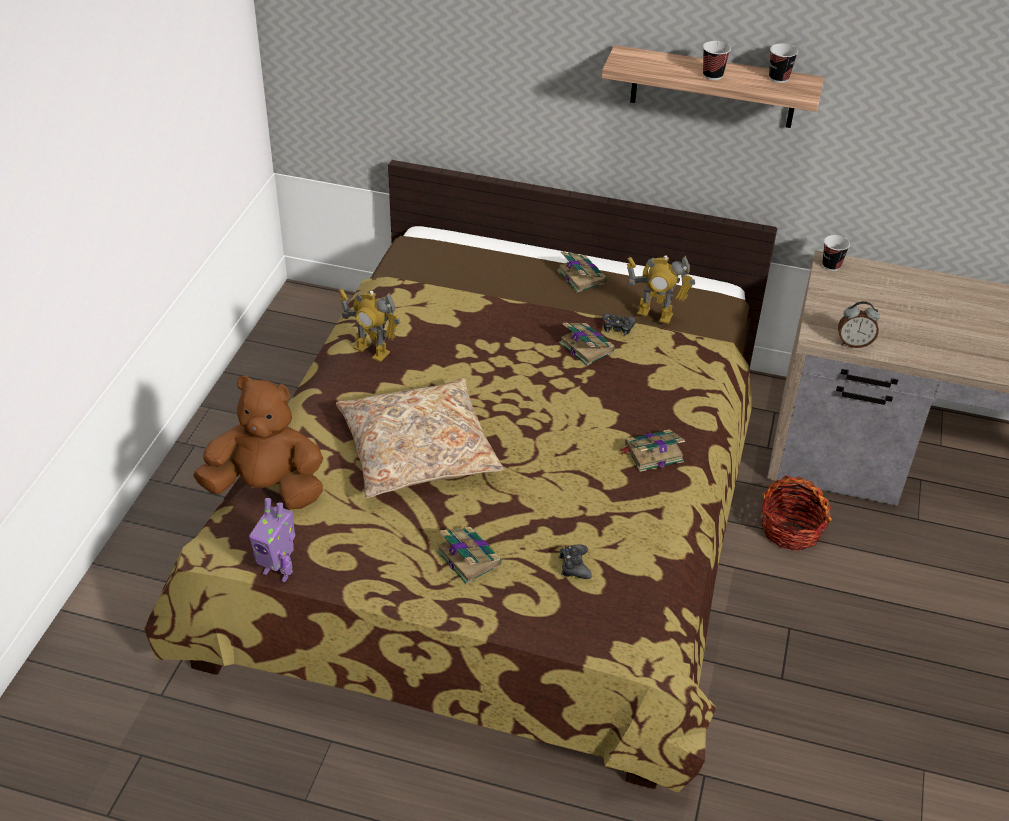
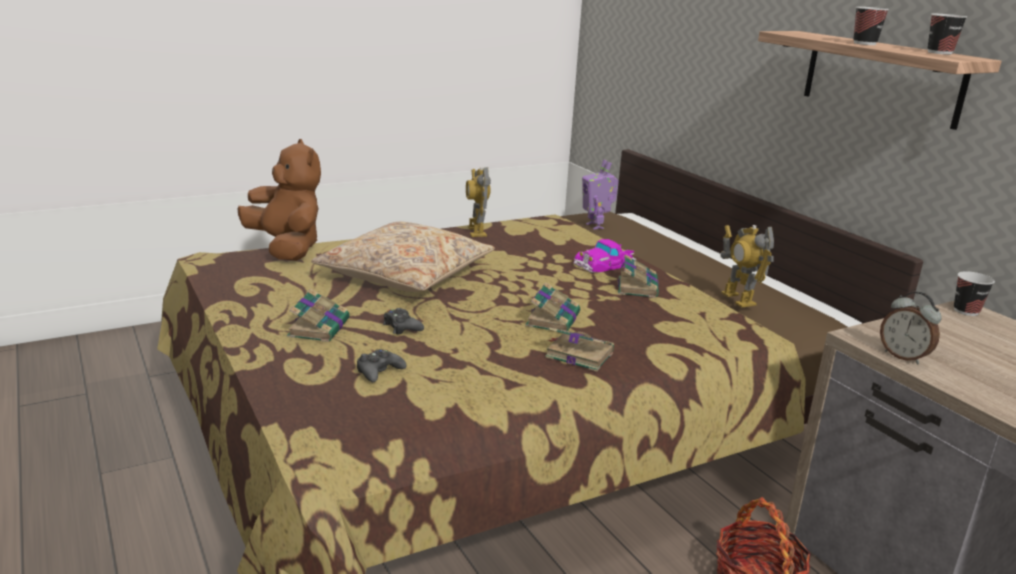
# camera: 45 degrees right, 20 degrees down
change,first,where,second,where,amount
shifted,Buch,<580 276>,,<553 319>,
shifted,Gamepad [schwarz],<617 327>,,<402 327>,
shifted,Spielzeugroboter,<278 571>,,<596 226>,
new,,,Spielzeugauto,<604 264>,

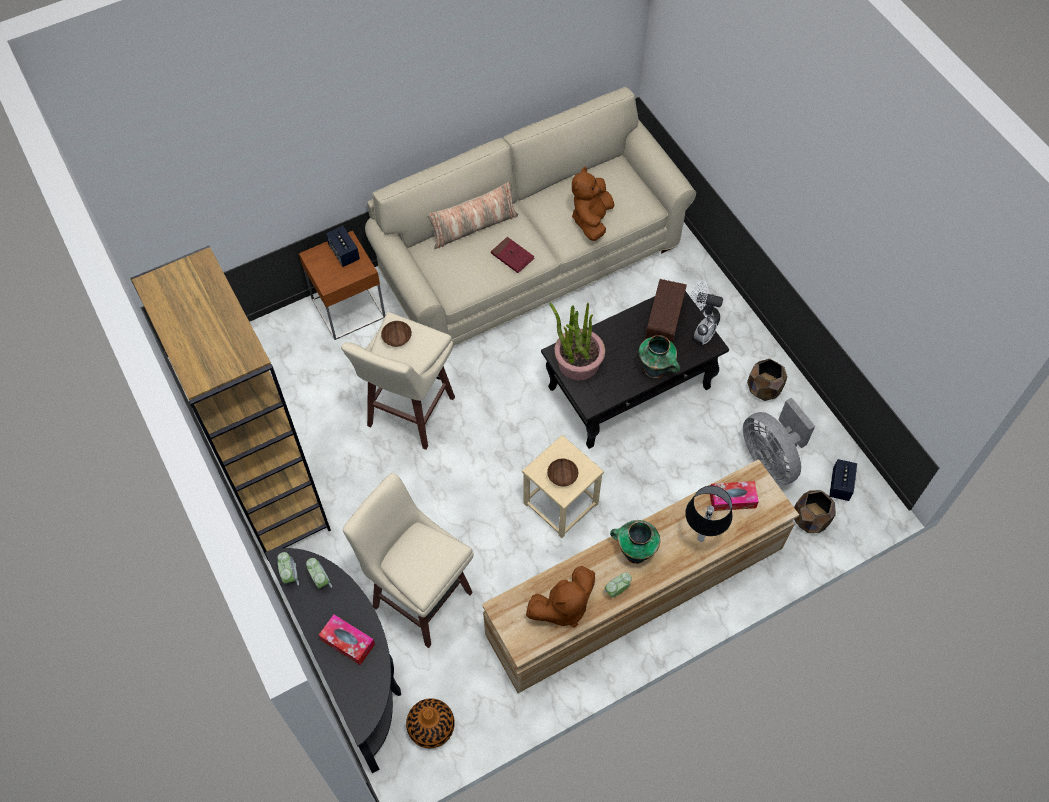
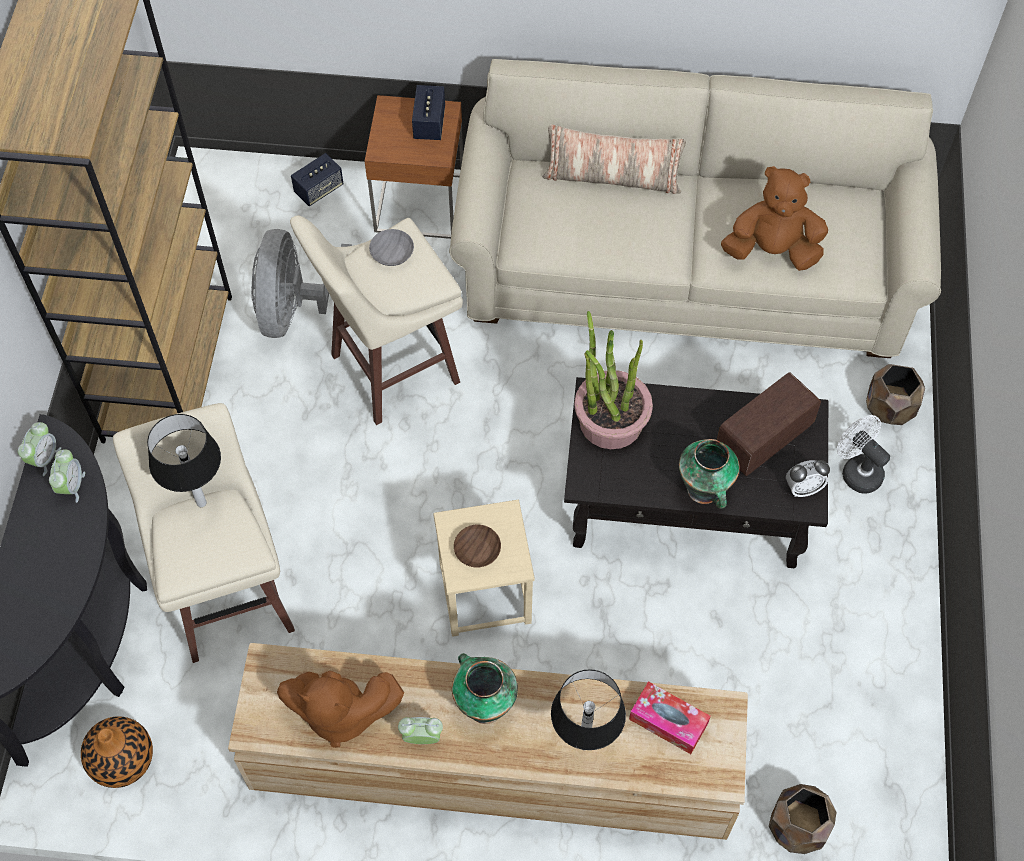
# camera: 35 degrees right, 0 degrees up
change,first,where,second,where,amount
rotated,Plüschtier [braun],<591 220>,,<772 250>,45 degrees clockwise
gone,Buch [rot],<512 256>,,,
repainted,Schüssel [braun],<397 338>,Schüssel [grau],<391 254>,
shifted,Pflanzkübel [braun],<764 389>,,<889 409>,
shifted,Ventilator [grau],<771 459>,,<297 311>,
shifted,Lautsprecher,<840 485>,,<319 189>,
gone,Taschentuchbox,<348 642>,,,
new,,,Tischlampe,<201 502>,

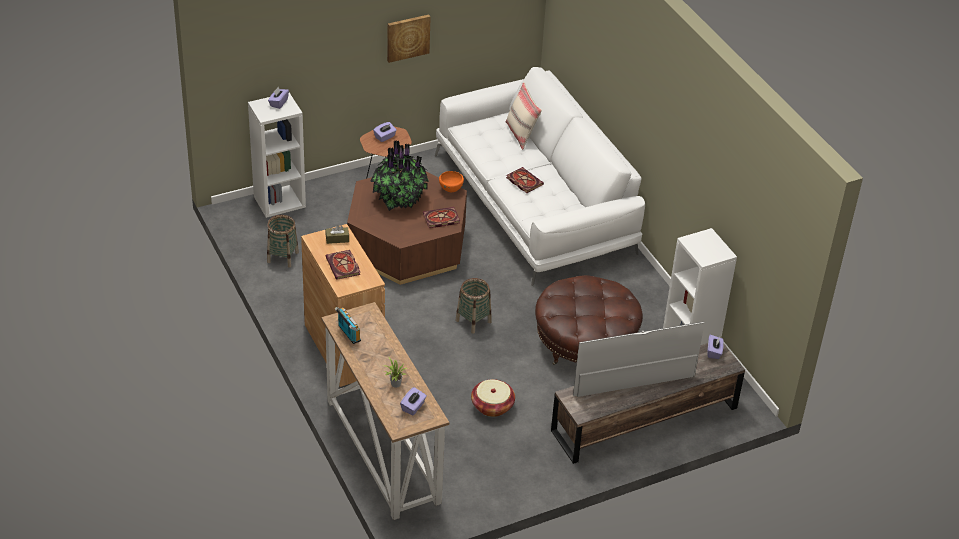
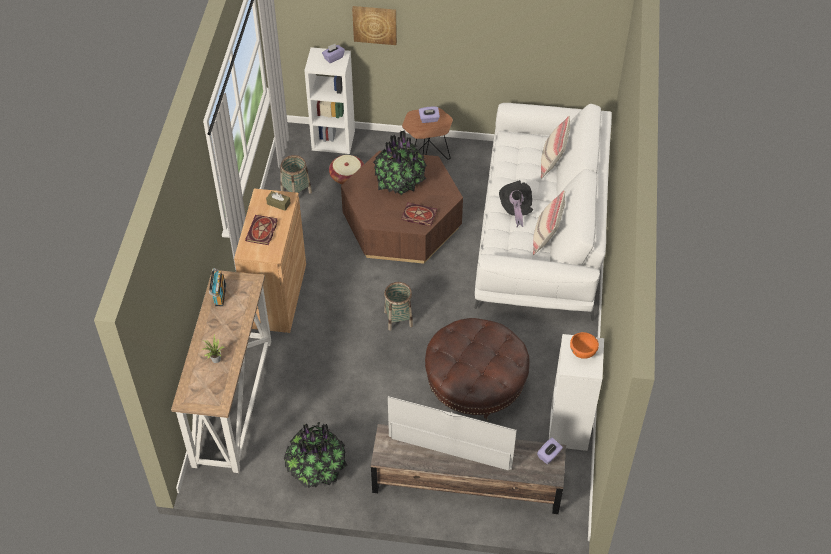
# camera: 35 degrees right, 10 degrees up
change,first,where,second,where,amount
shifted,Bild,<407 37>,,<375 24>,
swapped,Buch,<523 181>,Hut [schwarz],<516 209>,
shifted,Schüssel [orange],<451 190>,,<583 353>,
shifted,Korb,<492 406>,,<347 177>,
gone,Taschentuchbox [lila],<413 407>,,,
new,,,Kissen [beige],<546 238>,
new,,,Topfpflanze,<316 471>,

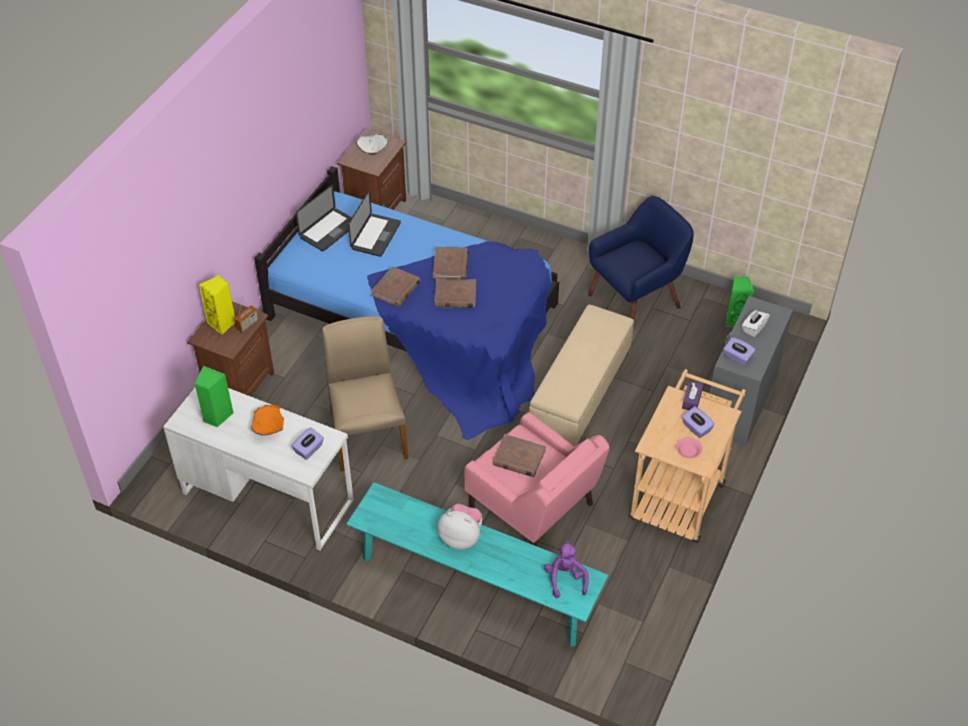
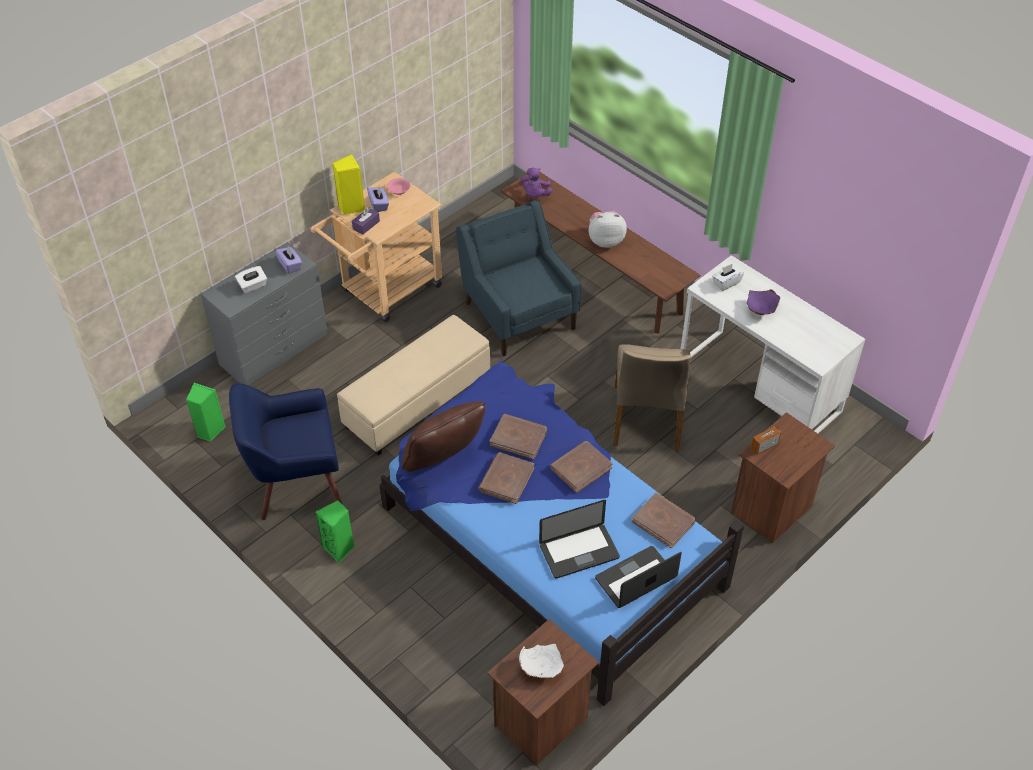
# camera: 160 degrees left, 0 degrees up
change,first,where,second,where,amount
rotated,Laptop,<376 236>,,<579 552>,150 degrees counterclockwise
shifted,Lautsprecher [gelb],<223 323>,,<351 207>,
shifted,Lautsprecher [grün],<216 416>,,<339 548>,
repainted,Schüssel [orange],<268 428>,Schüssel [lila],<761 310>,
repainted,Sessel [rosa],<533 508>,Sessel [blau],<519 313>,
repainted,Taschentuchbox [lila],<309 449>,Taschentuchbox [weiß],<726 283>,
shifted,Buch [braun],<519 458>,,<663 521>,
repainted,Bank [türkis],<475 585>,Bank [braun],<594 272>,
rotated,Plüschtier,<461 537>,,<605 241>,135 degrees clockwise
new,,,Kissen [braun],<444 461>,

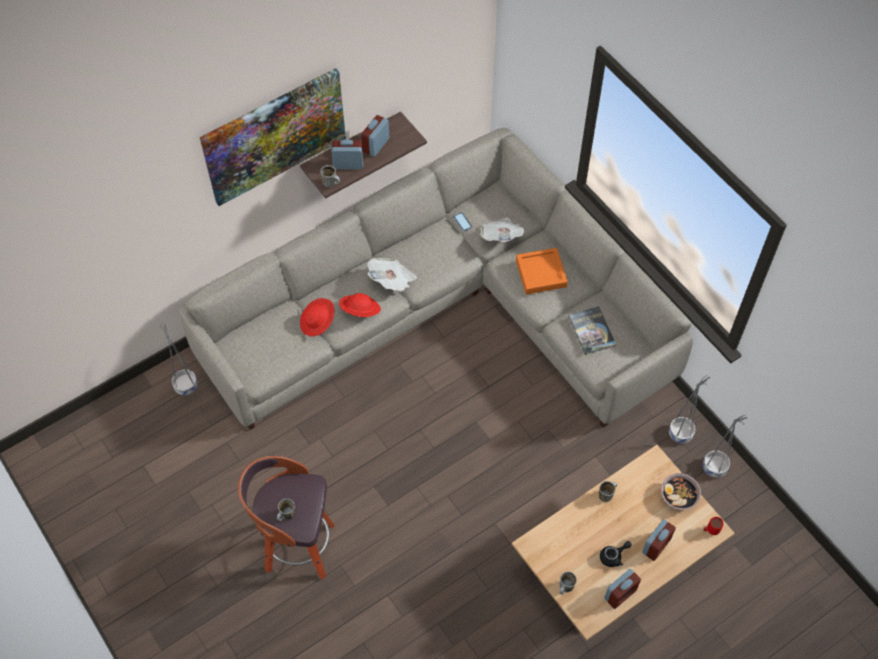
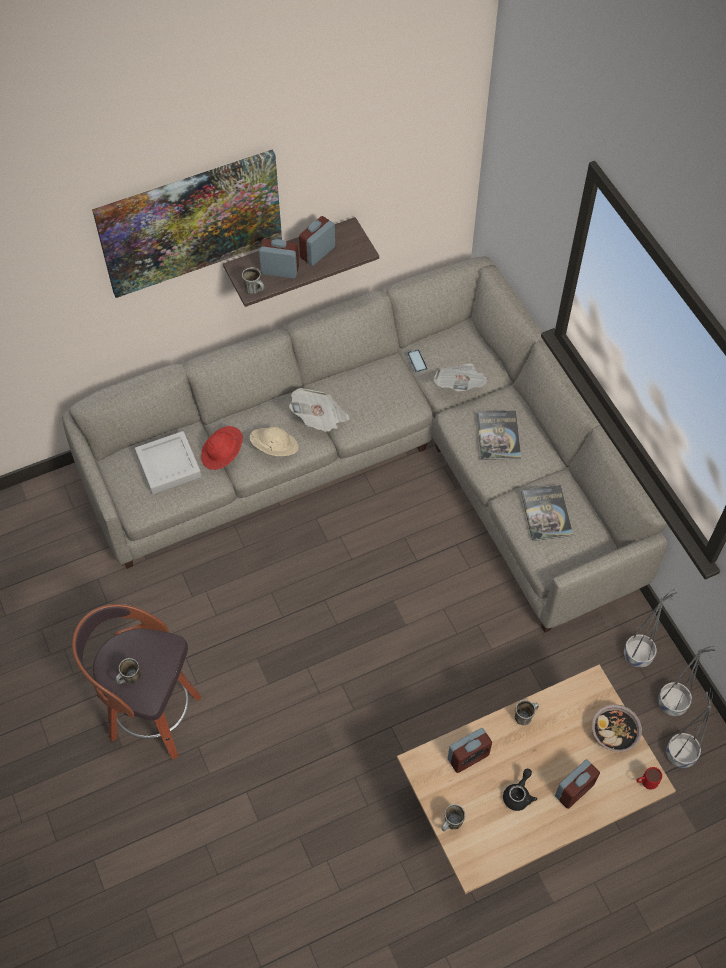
# camera: 10 degrees right, 0 degrees up
change,first,where,second,where,amount
swapped,Tablett [orange],<541 273>,Buch,<498 436>,
repainted,Hut [rot],<359 311>,Hut [beige],<274 448>,
shifted,Pflanzkübel [grau],<185 385>,,<680 753>,
rotated,Teekanne [schwarz],<613 556>,,<518 794>,45 degrees counterclockwise
shifted,Wecker,<620 594>,,<468 757>,
new,,,Tablett [grau],<168 465>,

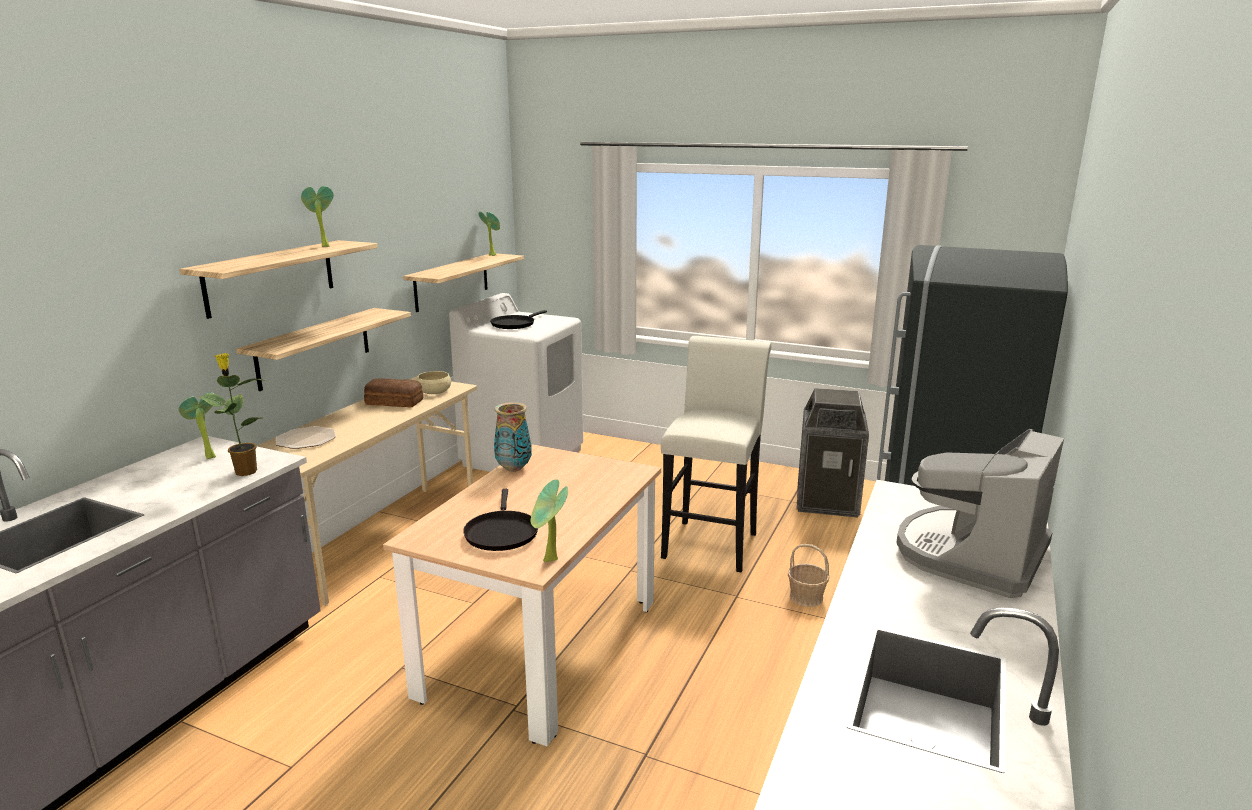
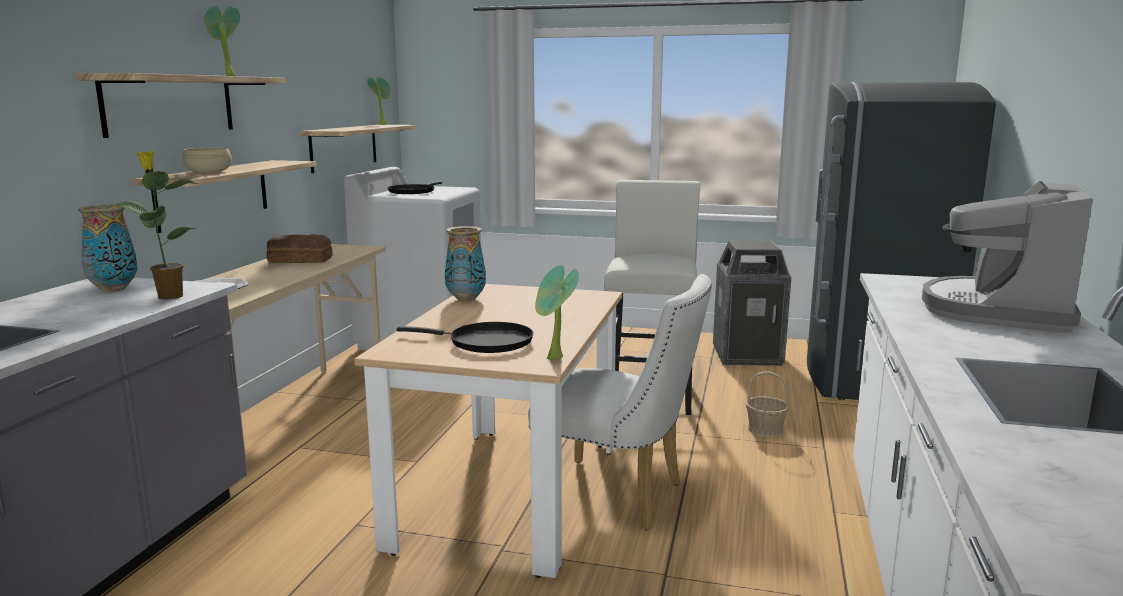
# camera: 10 degrees left, 5 degrees down
change,first,where,second,where,amount
shifted,Schüssel [beige],<434 391>,,<208 171>,
swapped,Topfpflanze,<207 457>,Vase,<114 289>,
rotated,Pfanne [schwarz],<501 532>,,<485 342>,60 degrees counterclockwise
new,,,Stuhl [weiß],<620 497>,

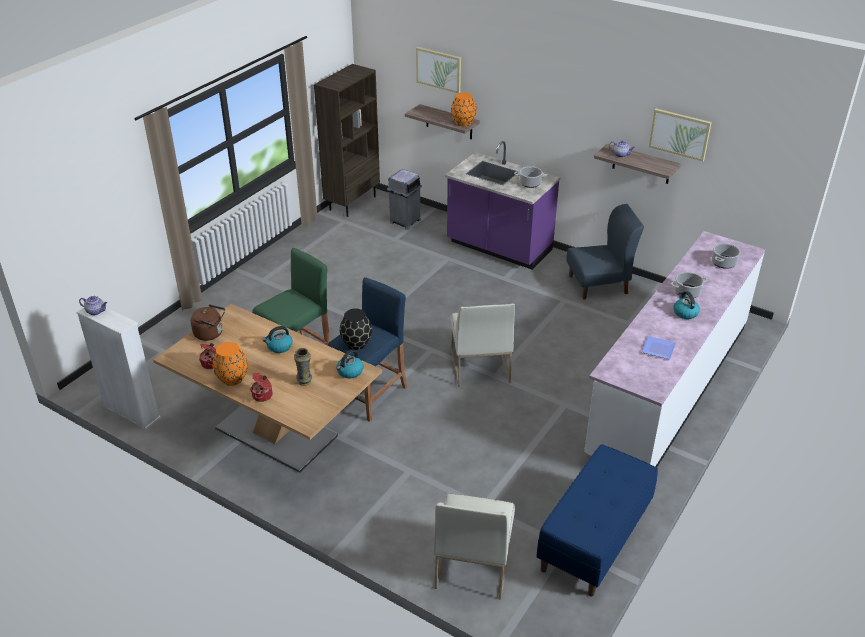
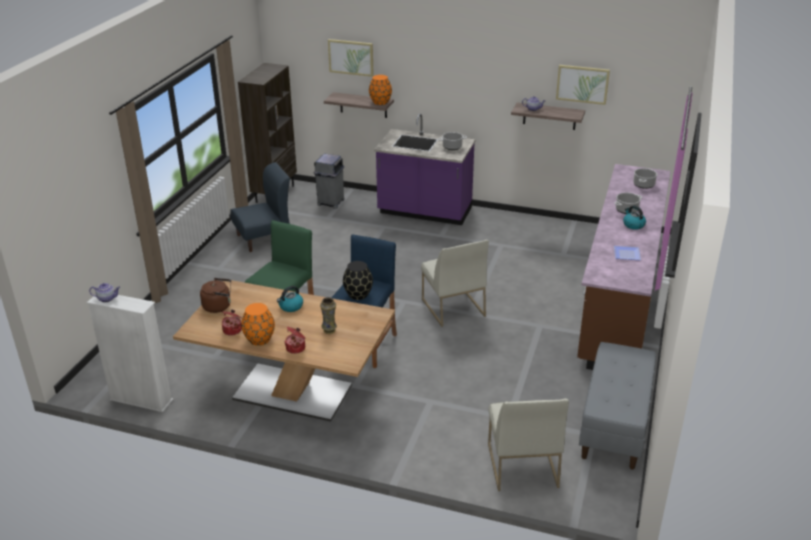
# camera: 15 degrees left, 5 degrees down
change,first,where,second,where,amount
shifted,Stuhl [blau],<598 285>,,<264 238>,
repainted,Küchenzeile [weiß],<668 389>,Küchenzeile [braun],<619 299>,
gone,Wasserkessel,<350 372>,,,
repainted,Bank [blau],<595 540>,Bank [grau],<615 425>,

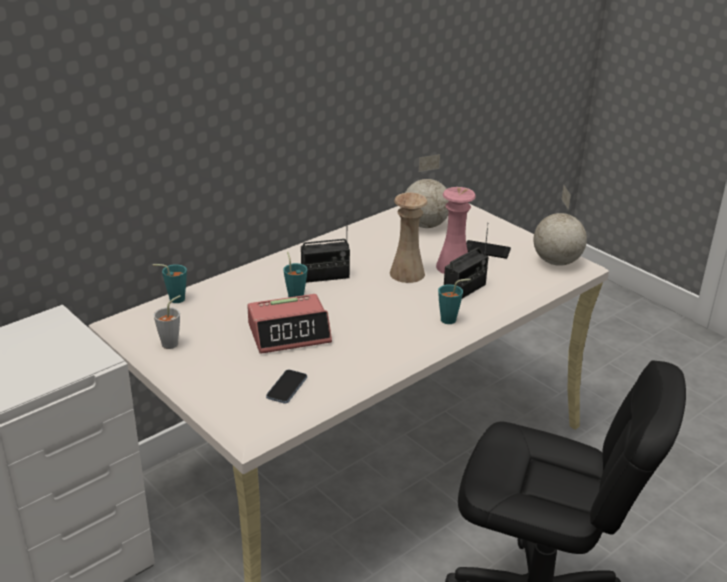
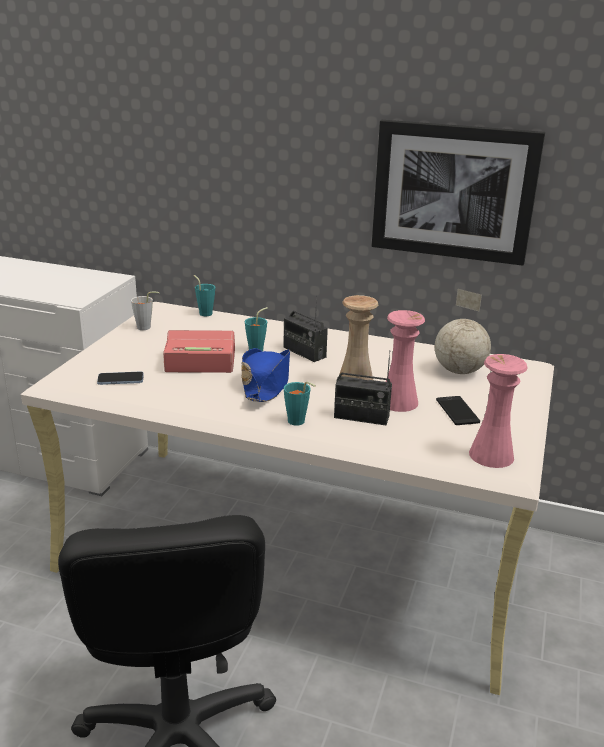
# camera: 60 degrees right, 5 degrees down
change,first,where,second,where,amount
swapped,Globus,<556 262>,Vase [rosa],<491 455>,
rotated,Wecker,<289 333>,,<200 361>,135 degrees clockwise
new,,,Bild,<453 192>,
new,,,Hut [blau],<266 384>,

